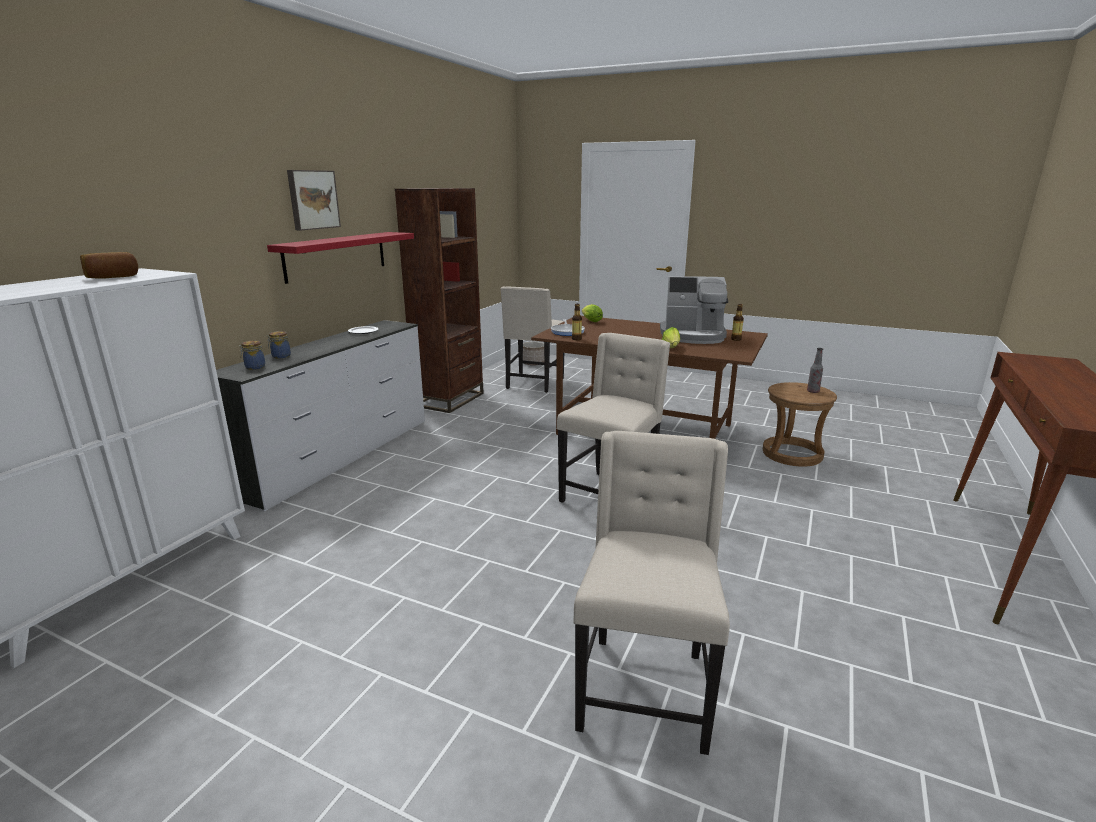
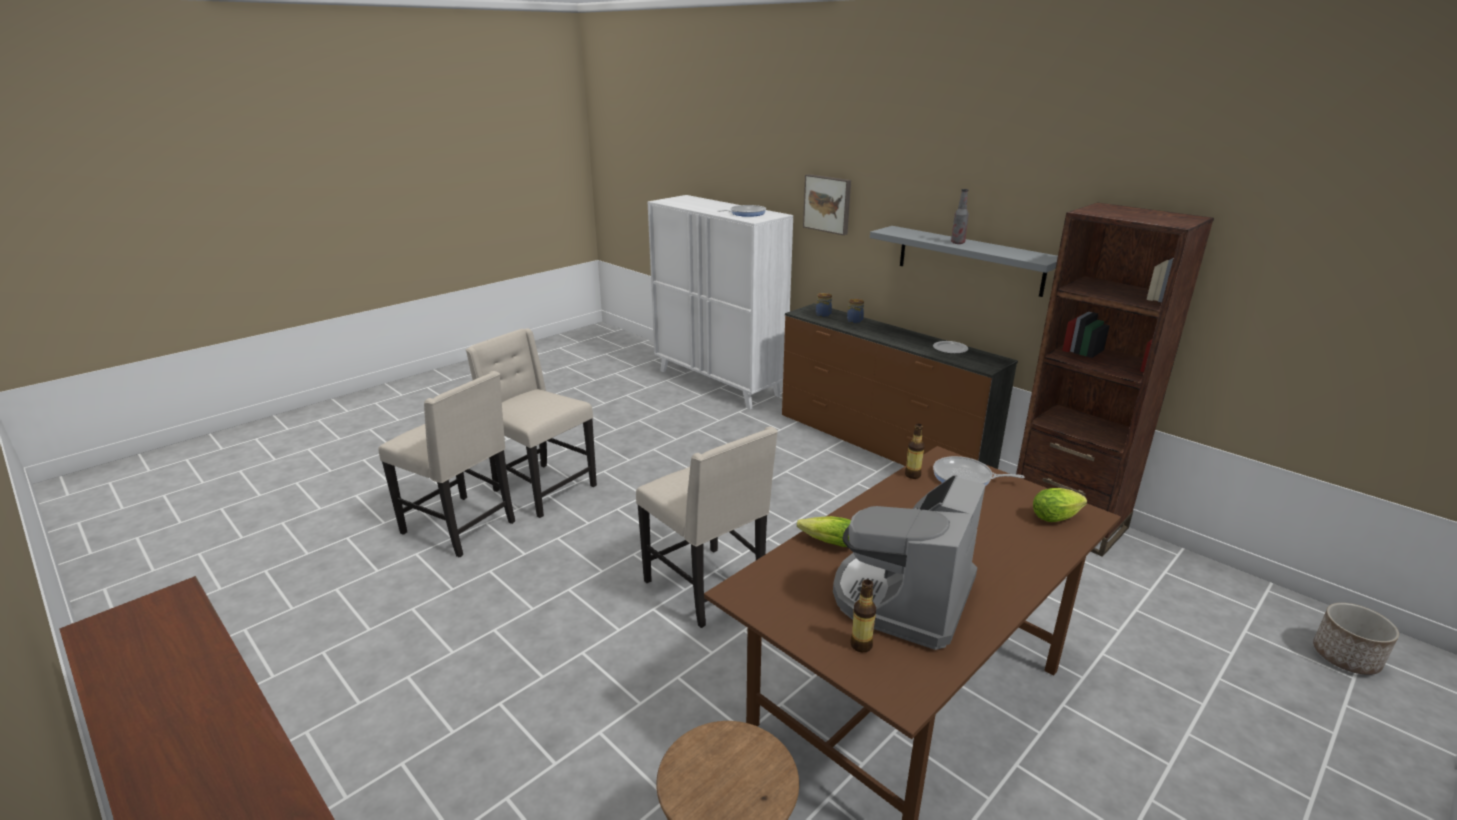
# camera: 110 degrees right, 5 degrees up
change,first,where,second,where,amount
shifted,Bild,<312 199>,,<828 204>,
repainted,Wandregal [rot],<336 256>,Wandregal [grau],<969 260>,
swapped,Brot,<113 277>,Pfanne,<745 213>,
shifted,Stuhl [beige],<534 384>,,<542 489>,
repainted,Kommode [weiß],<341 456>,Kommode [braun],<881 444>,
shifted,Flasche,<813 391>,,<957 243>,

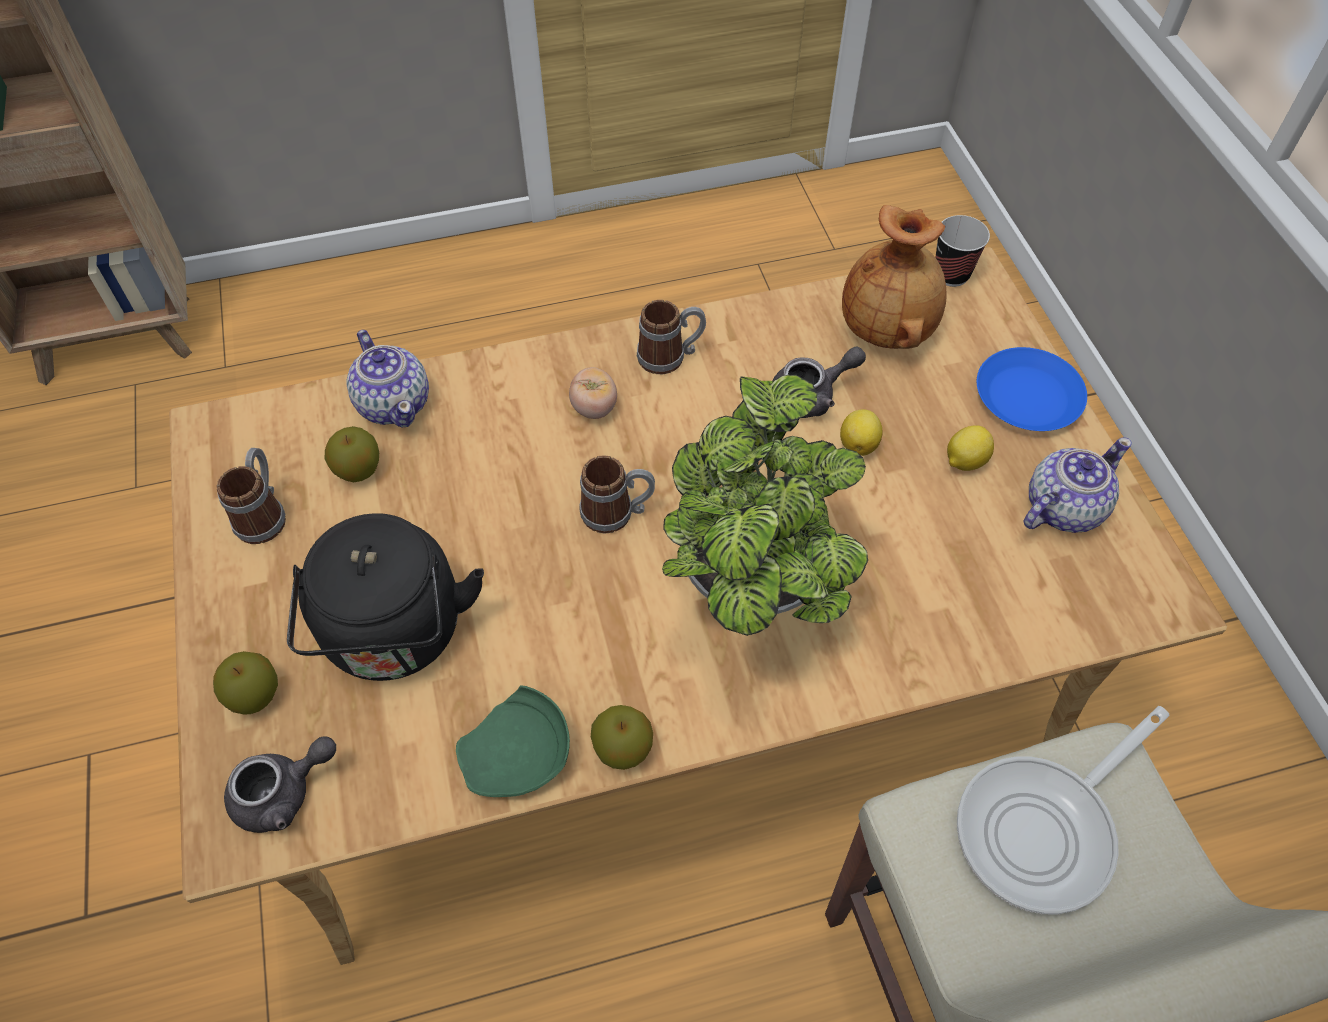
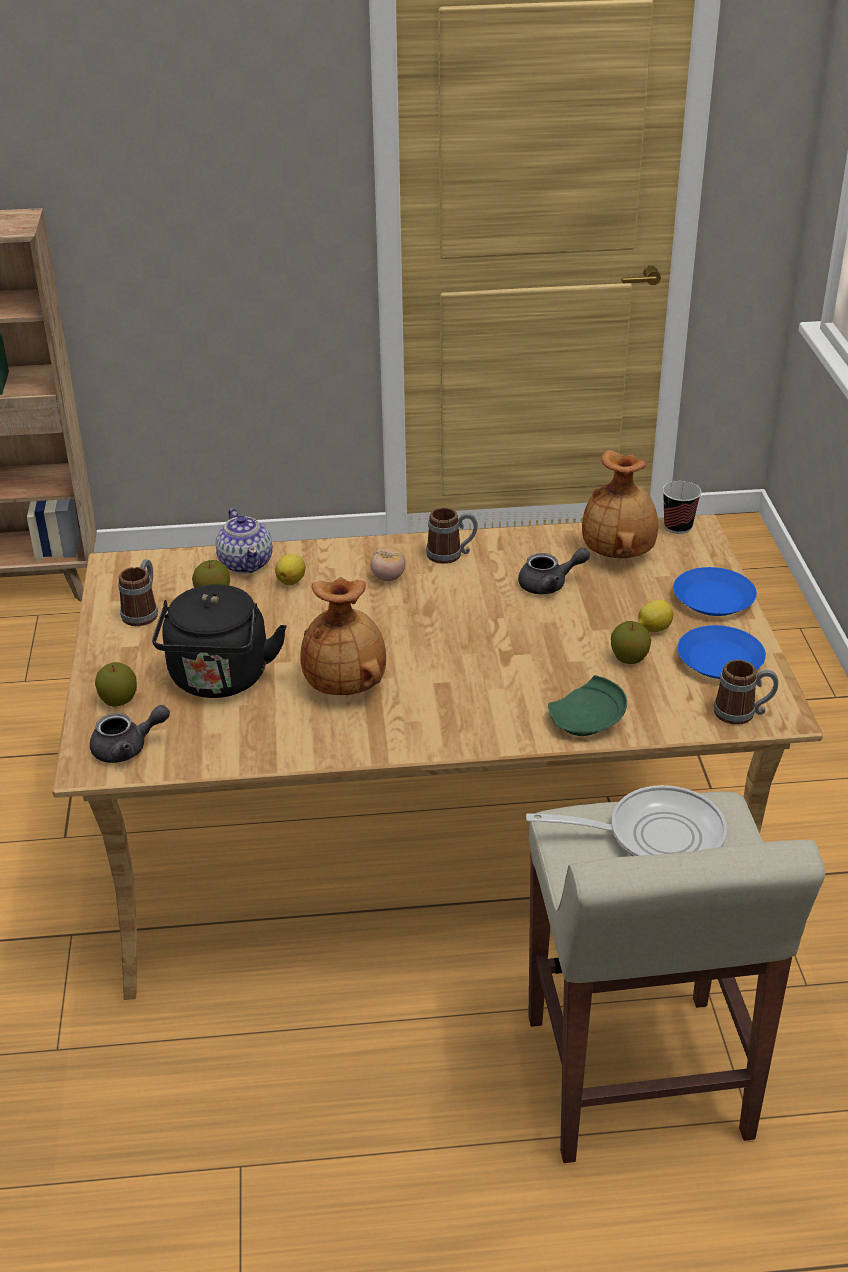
# camera: 10 degrees right, 20 degrees down
change,first,where,second,where,amount
gone,Topfpflanze,<751 588>,,,
shifted,Zitrone,<858 443>,,<292 581>,
swapped,Teekanne,<1062 508>,Teller [blau],<719 660>,
shifted,Henkelbecher,<617 512>,,<742 713>,
shifted,Teller [grün],<518 756>,,<587 721>,
shifted,Apfel,<623 749>,,<629 658>,
rotated,Pfanne,<1043 829>,,<654 835>,150 degrees counterclockwise
new,,,Vase [braun],<346 685>,

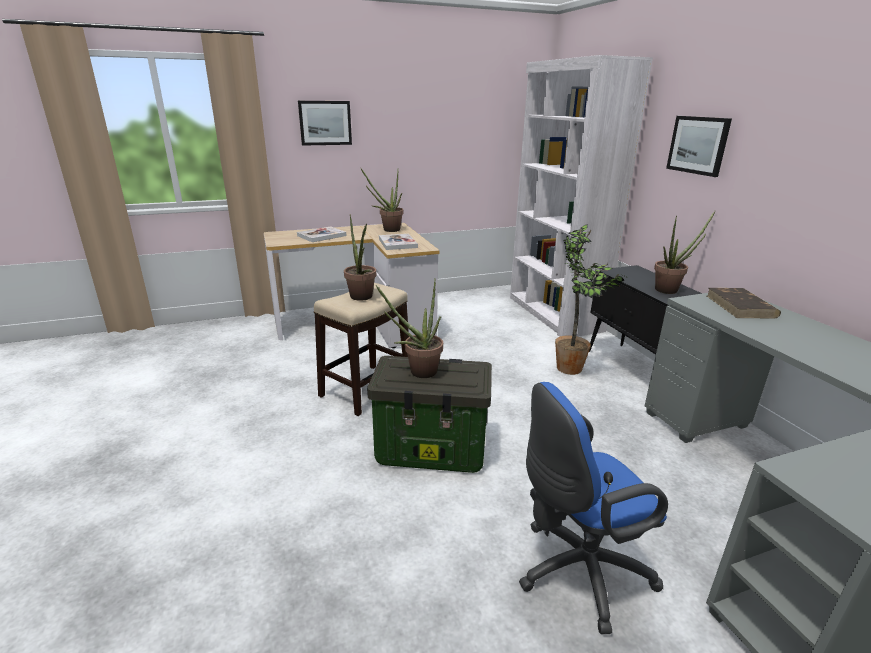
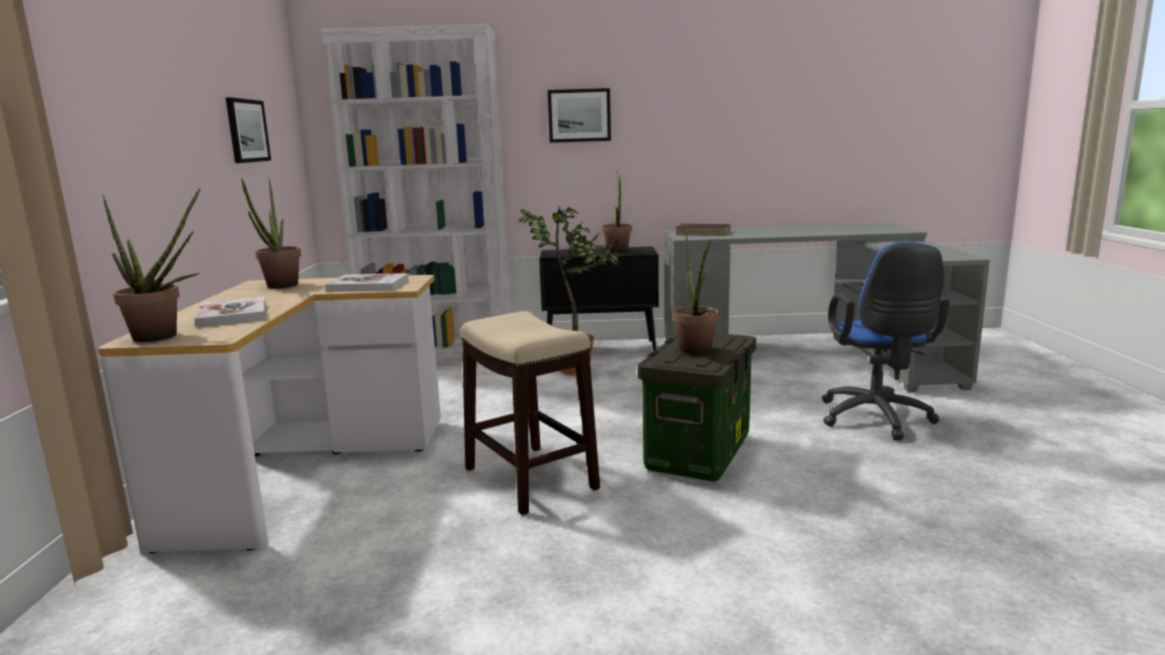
# camera: 70 degrees left, 10 degrees down
change,first,where,second,where,amount
shifted,Bild,<325 123>,,<247 131>,
shifted,Topfpflanze,<362 298>,,<164 336>,

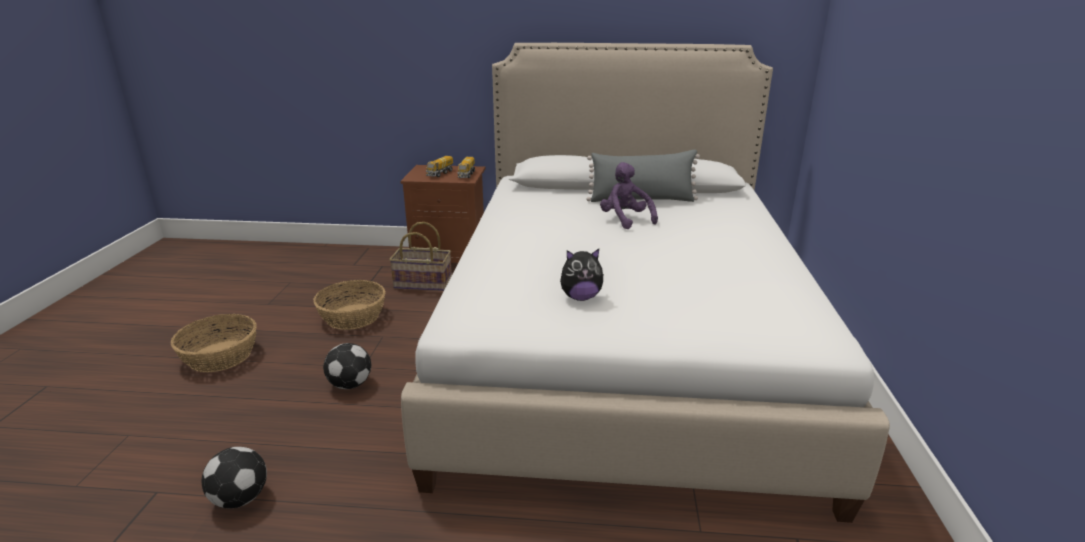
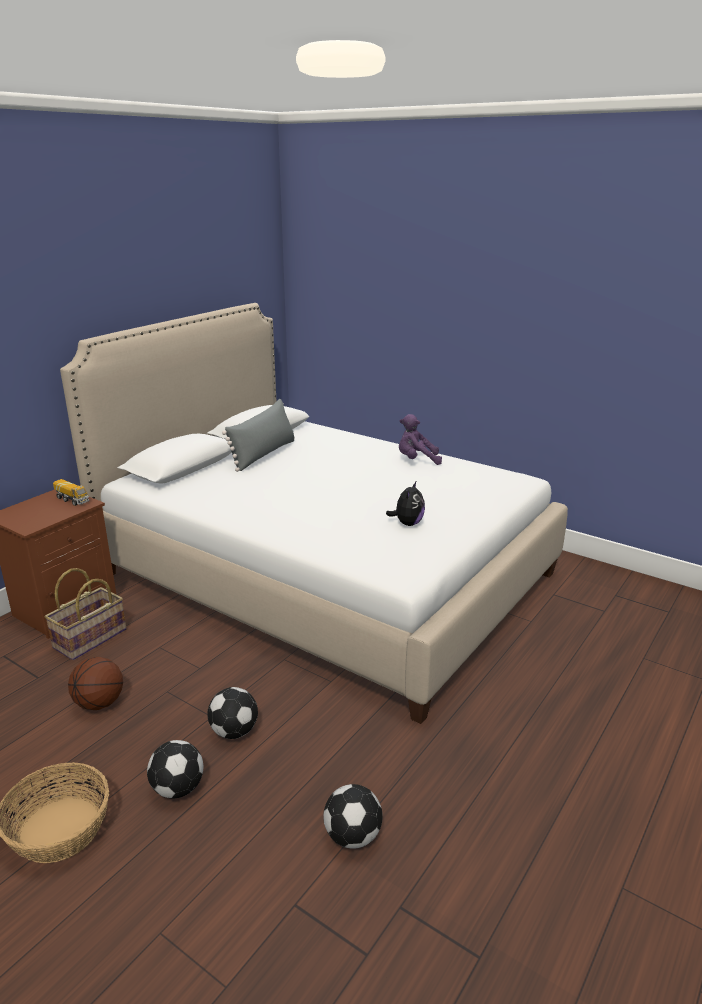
# camera: 60 degrees left, 0 degrees up
change,first,where,second,where,amount
gone,Spielzeuglaster,<440 173>,,,
shifted,Plüschtier [lila],<625 220>,,<417 460>,
swapped,Korb,<353 317>,Basketball,<100 703>,
new,,,Fußball,<177 789>,

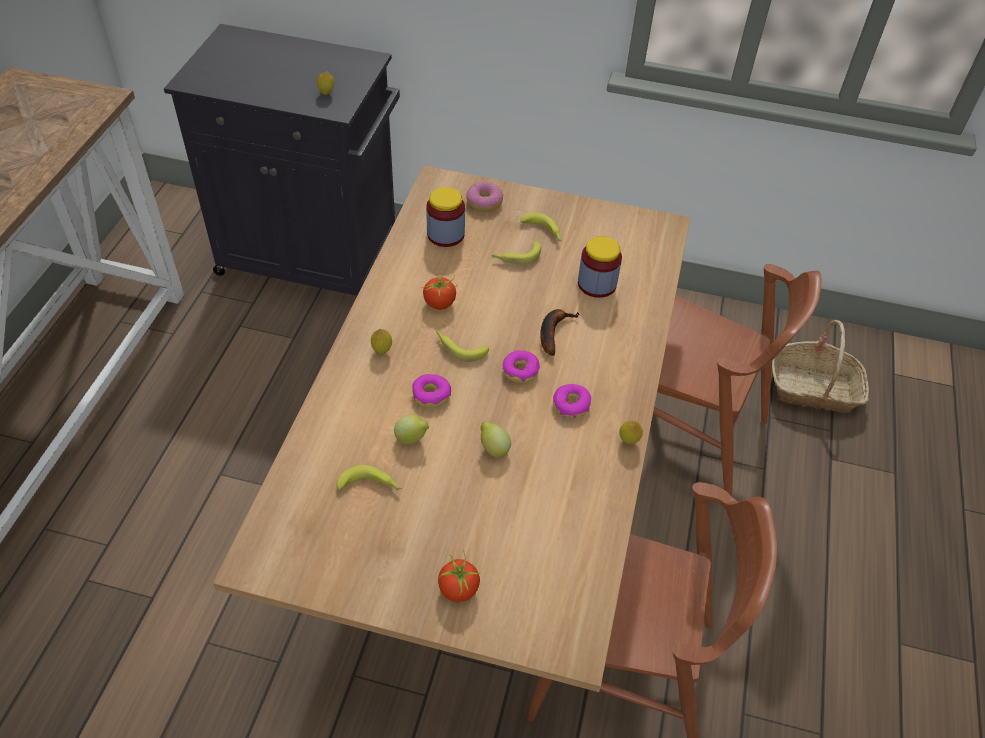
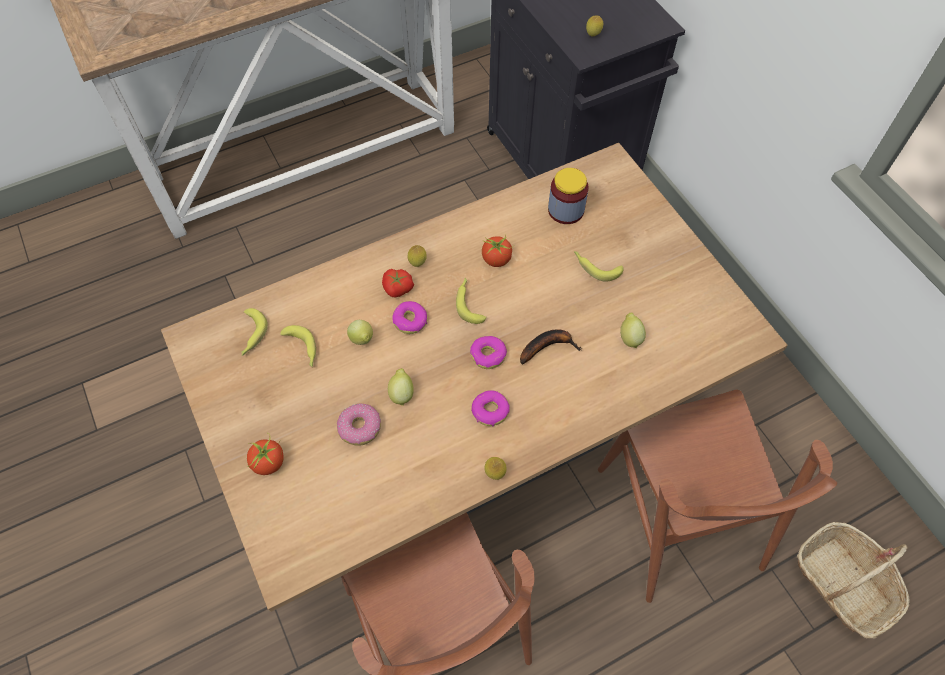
# camera: 50 degrees right, 10 degrees up
change,first,where,second,where,amount
shifted,Donut,<484 202>,,<360 427>,
shifted,Banane,<543 231>,,<251 335>,
swapped,Vorratsglas,<597 284>,Zitrone,<629 337>,
new,,,Tomate,<397 289>,

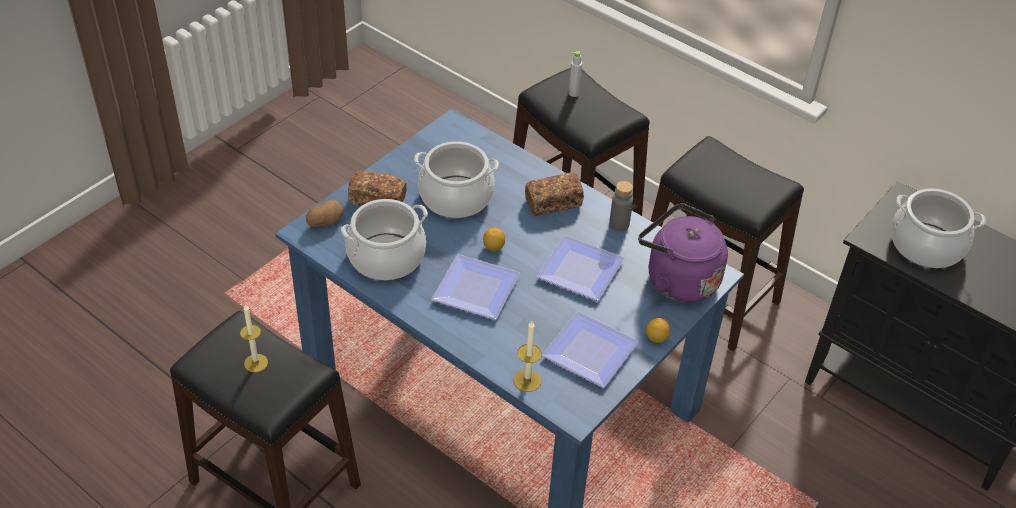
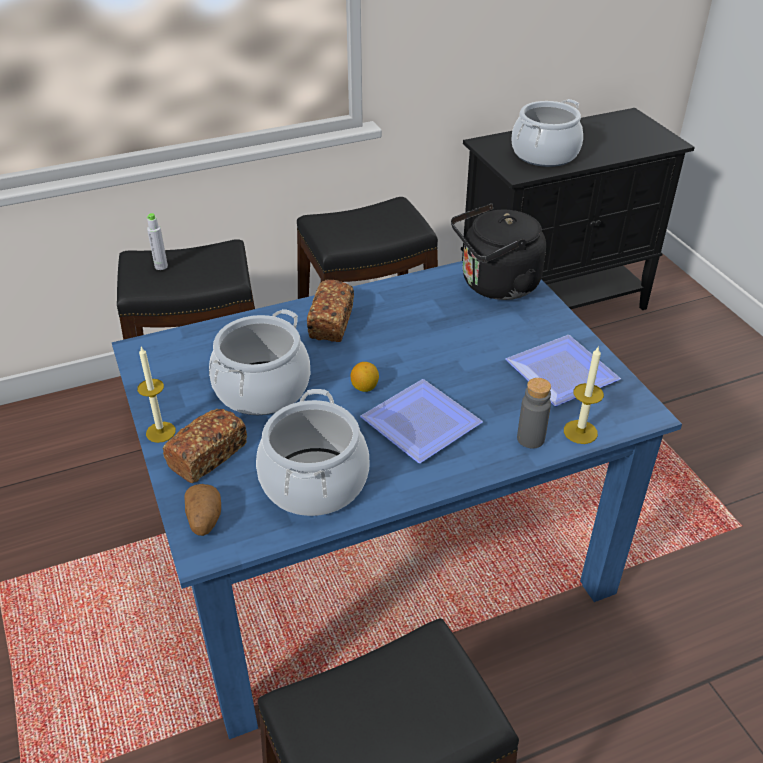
# camera: 60 degrees left, 5 degrees down
change,first,where,second,where,amount
shifted,Flasche [grau],<619 224>,,<530 439>,
repainted,Wasserkessel [lila],<678 279>,Wasserkessel [schwarz],<495 285>,
gone,Teller,<577 271>,,,
shifted,Kerze,<256 363>,,<160 432>,
gone,Zitrone,<656 338>,,,

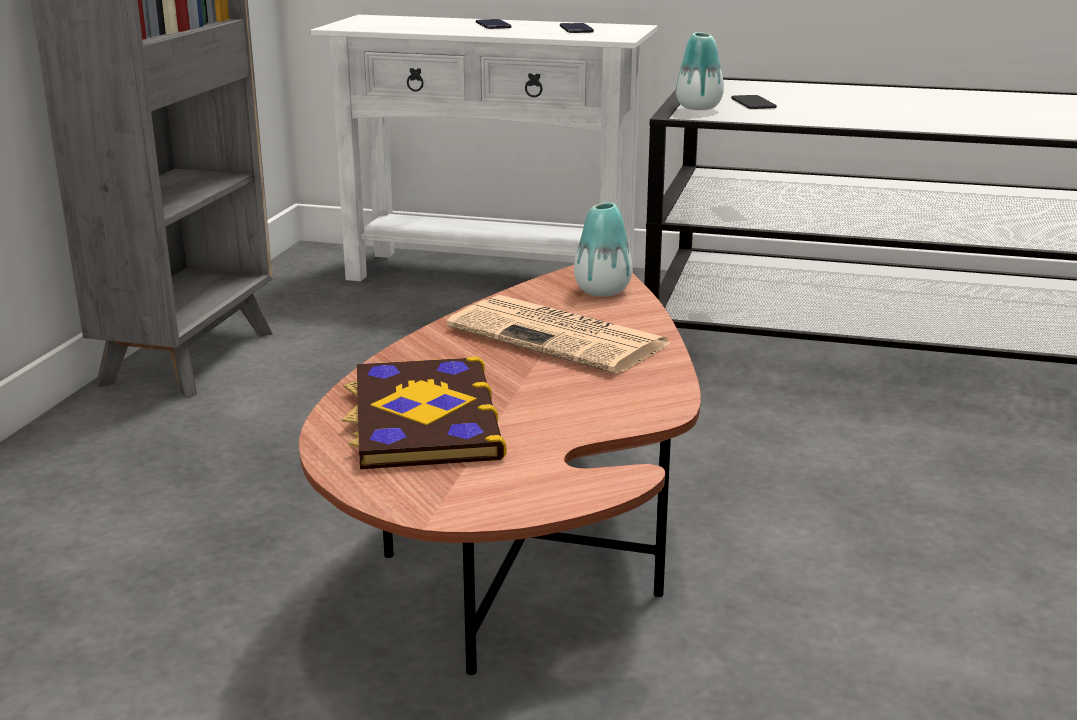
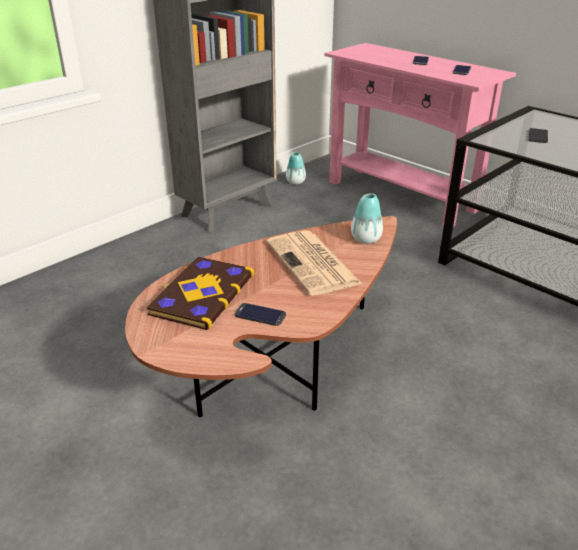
# camera: 30 degrees right, 10 degrees up
change,first,where,second,where,amount
repainted,Konsolentisch [weiß],<490 276>,Konsolentisch [rosa],<400 196>,
shifted,Vase,<698 108>,,<295 182>,
new,,,Handy,<260 315>,

